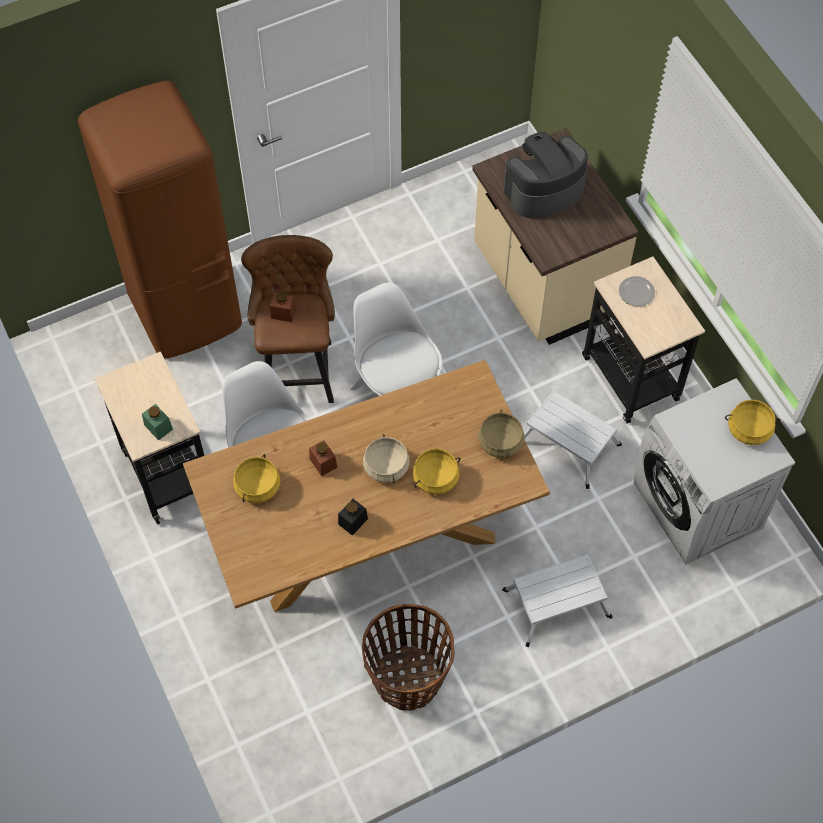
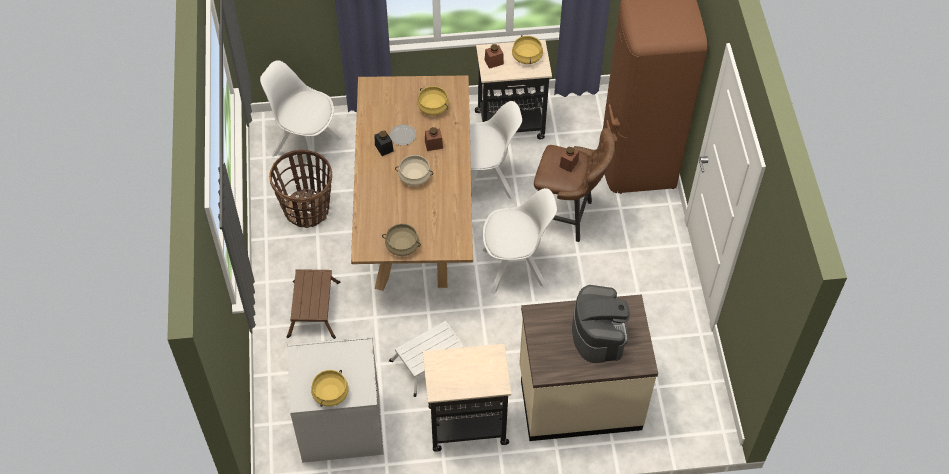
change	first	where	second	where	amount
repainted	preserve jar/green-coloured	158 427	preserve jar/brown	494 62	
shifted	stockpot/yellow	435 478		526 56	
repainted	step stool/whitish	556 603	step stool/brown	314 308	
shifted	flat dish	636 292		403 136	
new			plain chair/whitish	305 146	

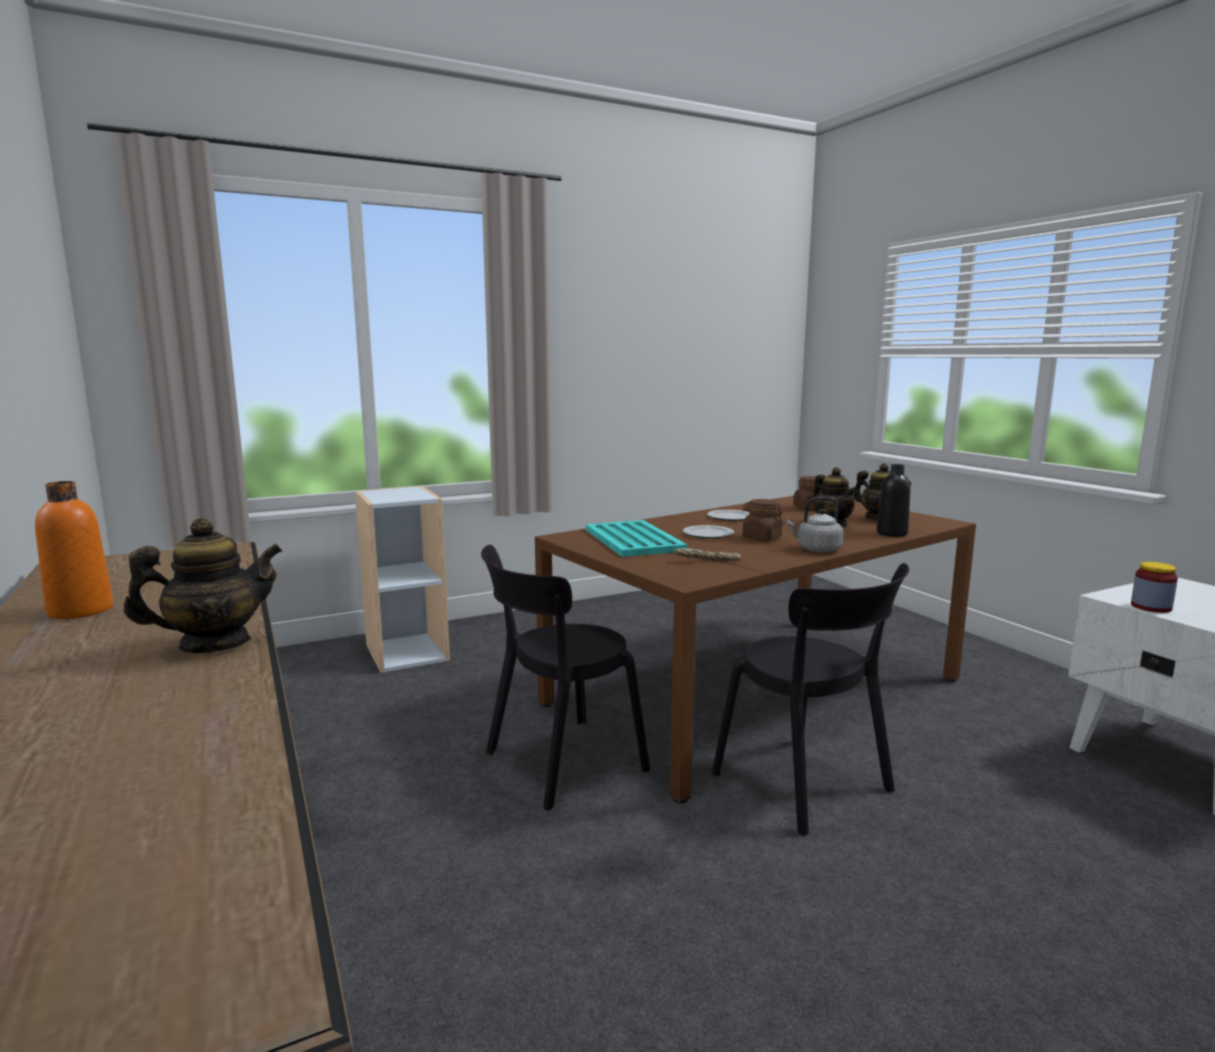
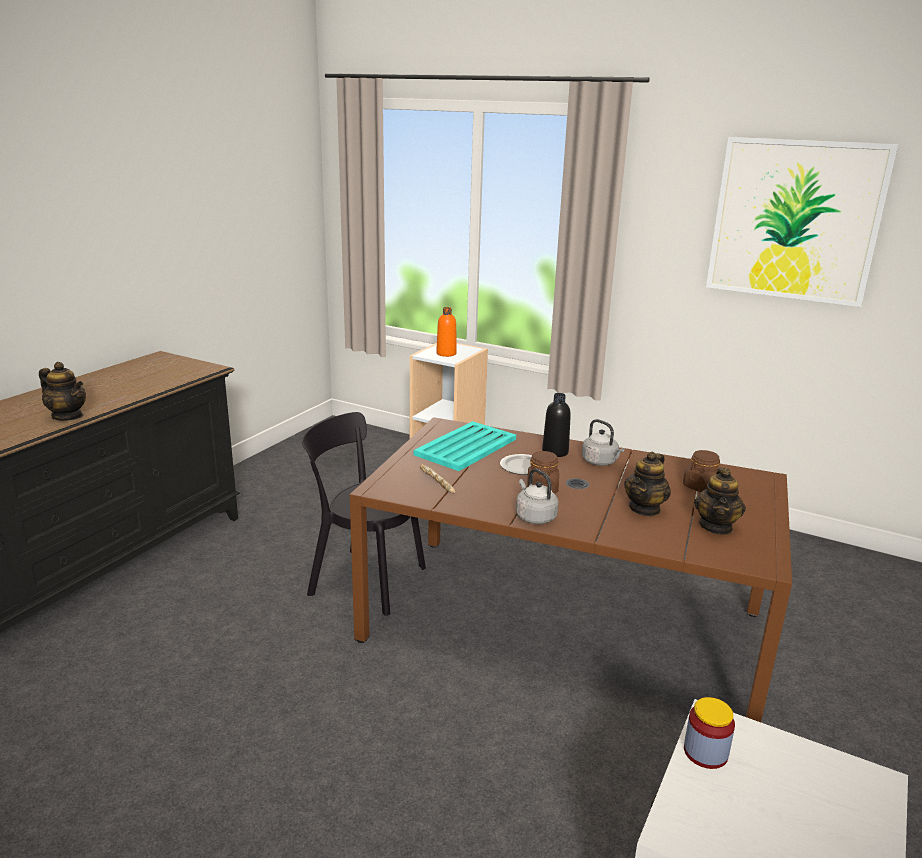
change	first	where	second	where	amount
shifted	bottle/orange	80 610		446 354	
swapped	flat dish	730 517	tea kettle/greyish	601 462	
gone	plain chair/black-coloured	807 786			
shifted	bottle/black-coloured	891 533		555 452	
new			picture	795 220	

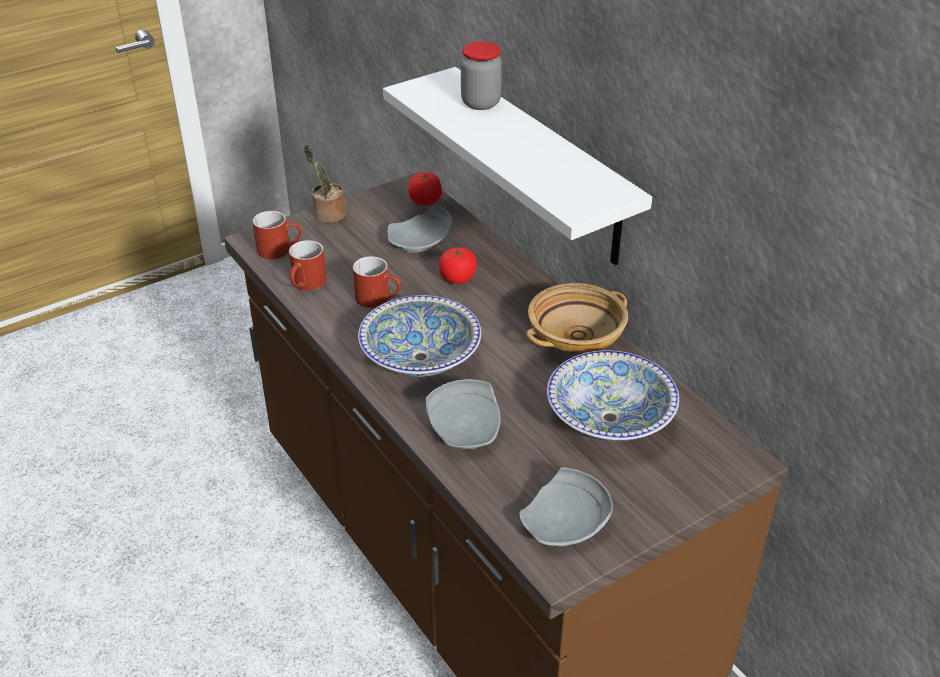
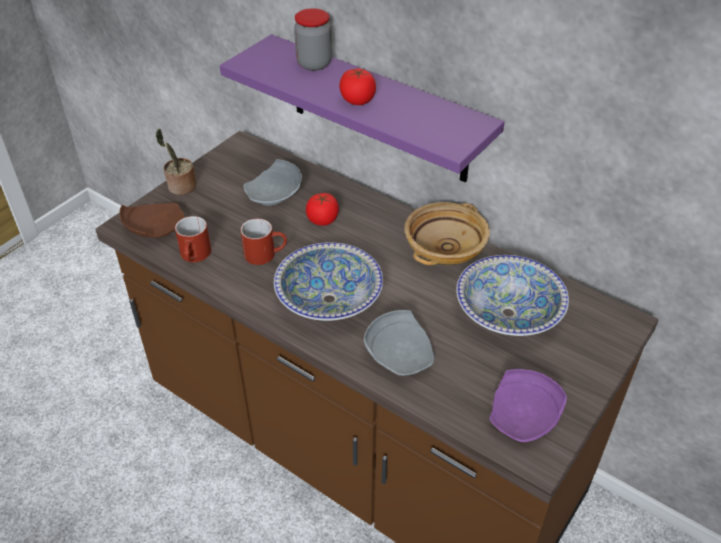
change	first	where	second	where	amount
swapped	coffee mug/red	280 249	flat dish/brown	154 228	
repainted	bracket shelf/whitish	542 167	bracket shelf/purplish	378 110	
shifted	whole tomato	425 201		357 100	
repainted	flat dish/greyish	565 524	flat dish/purplish	524 417	

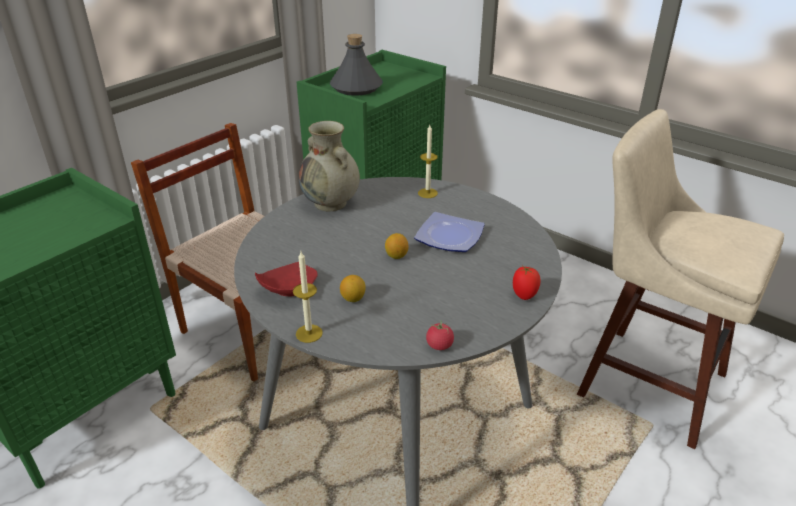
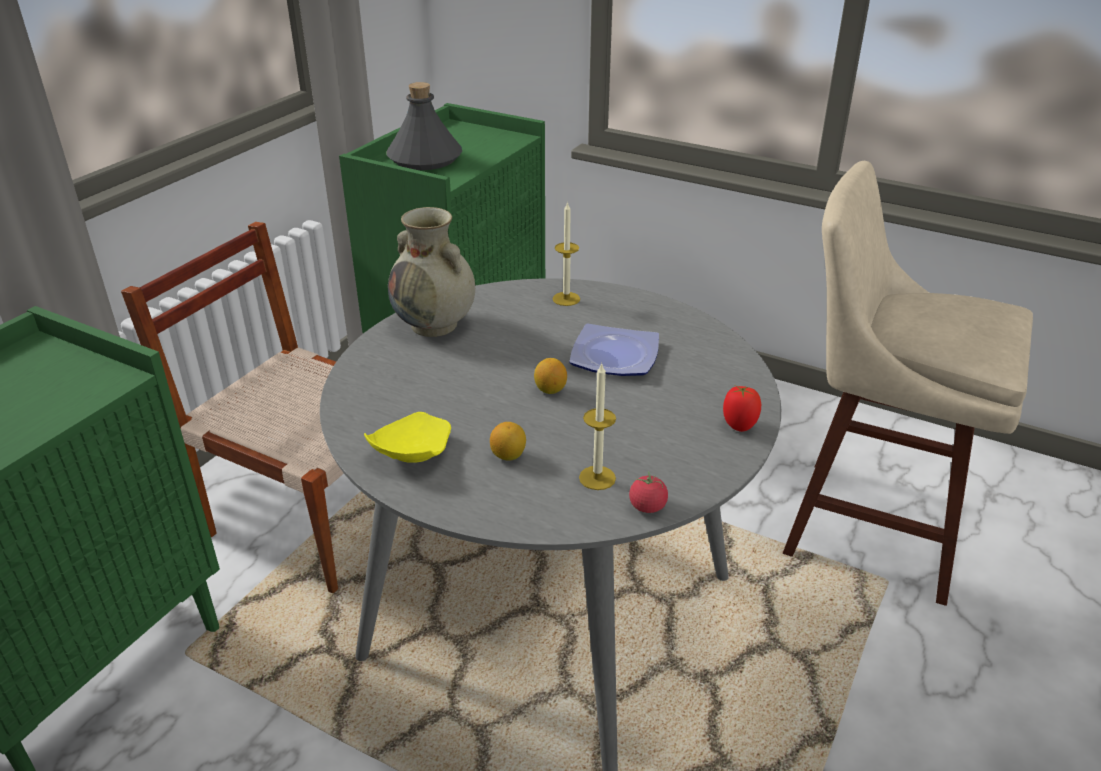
change	first	where	second	where	amount
repainted	flat dish/red	287 289	flat dish/yellow	410 452	
shifted	wax candle	309 333		597 478	

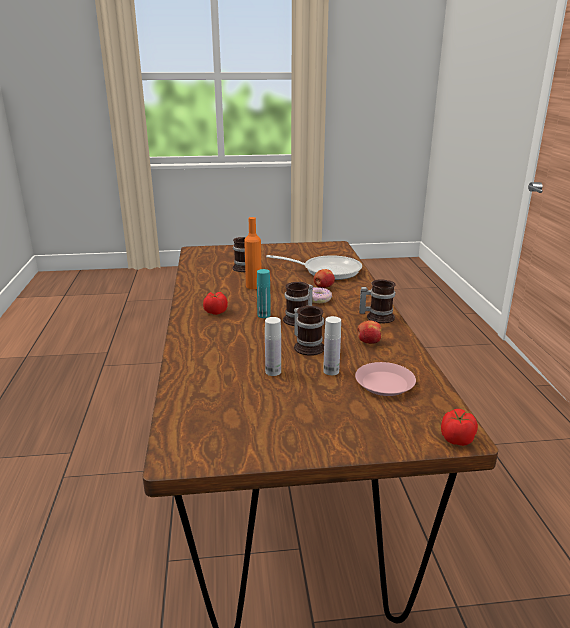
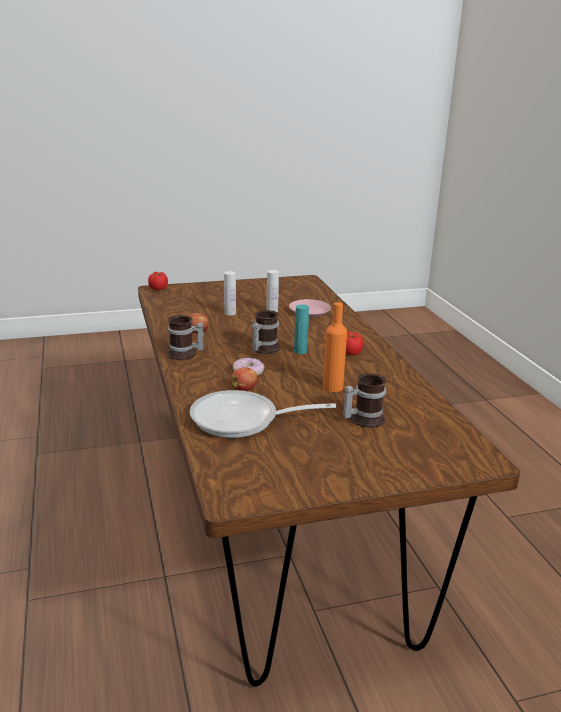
change	first	where	second	where	amount
gone	coffee mug	308 346			
shifted	flat dish/pink-coloured	384 383		309 311	

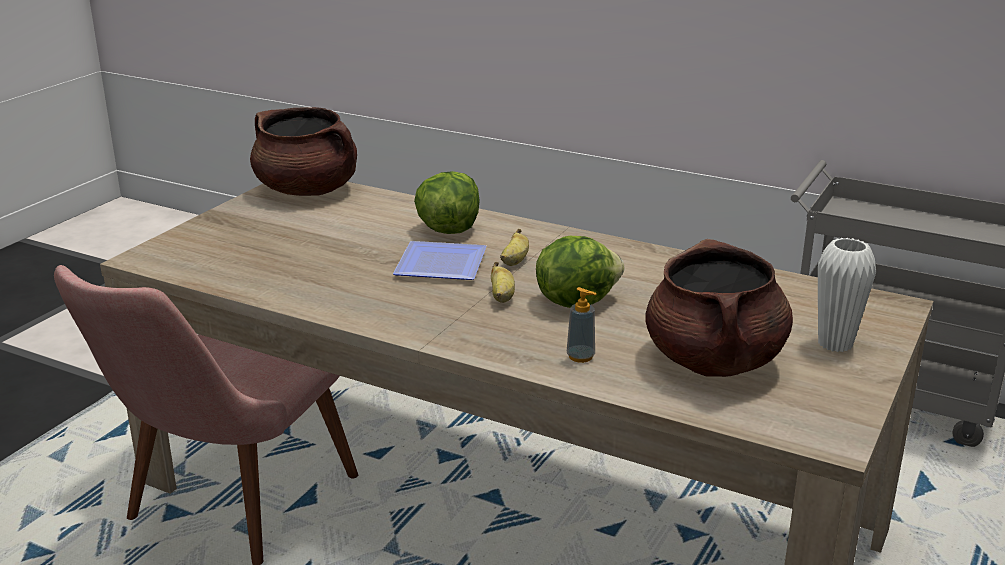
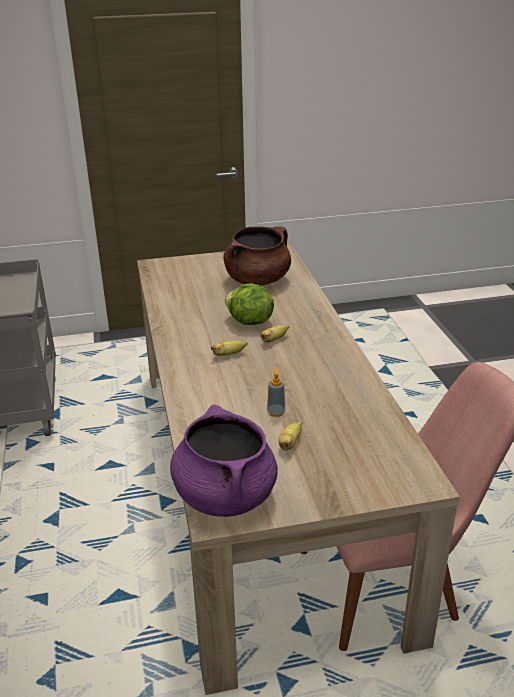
change	first	where	second	where	amount
repainted	stockpot/brown	307 190	stockpot/purplish	224 495	
gone	flat dish	443 266			
gone	lettuce	448 229			
shifted	liquid soap bottle	580 357		276 412	
gone	decorative vase/whitish	835 344			
new			whole banana	290 443	

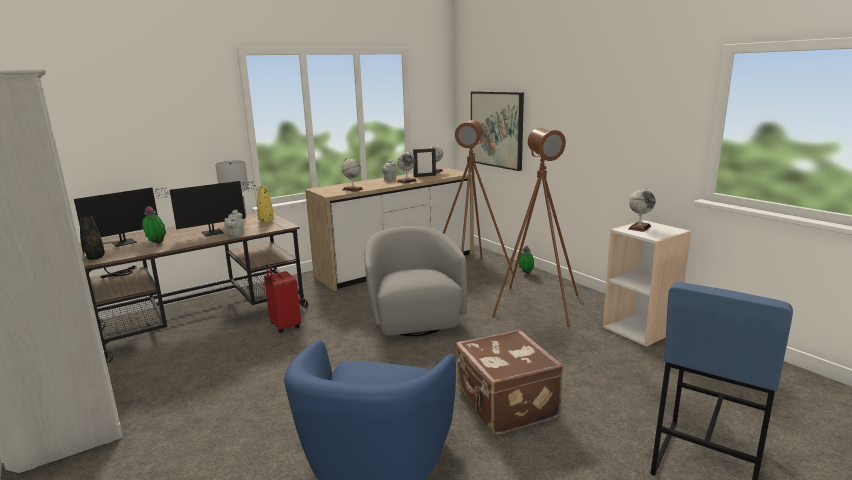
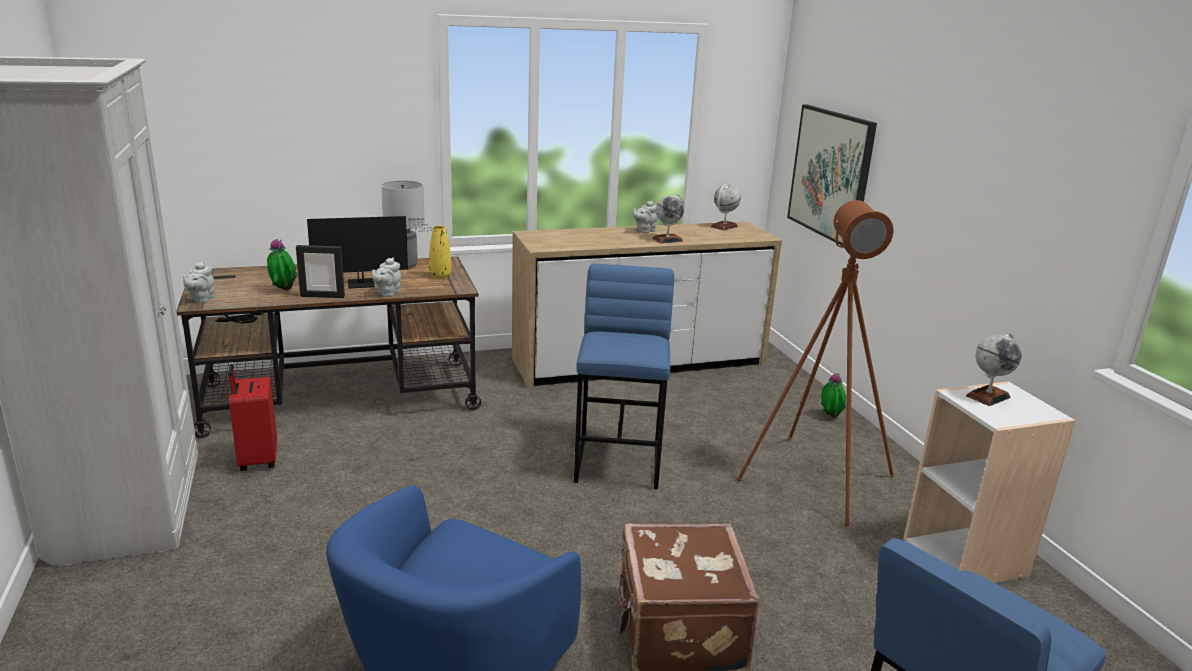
change	first	where	second	where	amount
gone	computer screen	128 242			
swapped	decorative vase/black-coloured	95 257	pot for tea/greyish	201 299	
shifted	travel case/red	284 326		257 460	
gone	globe	352 189			
swapped	lounge chair/greyish	414 319	stool/blue	618 460	
shifted	photo frame	424 176		322 296	
gone	floor lamp/brown	471 273			

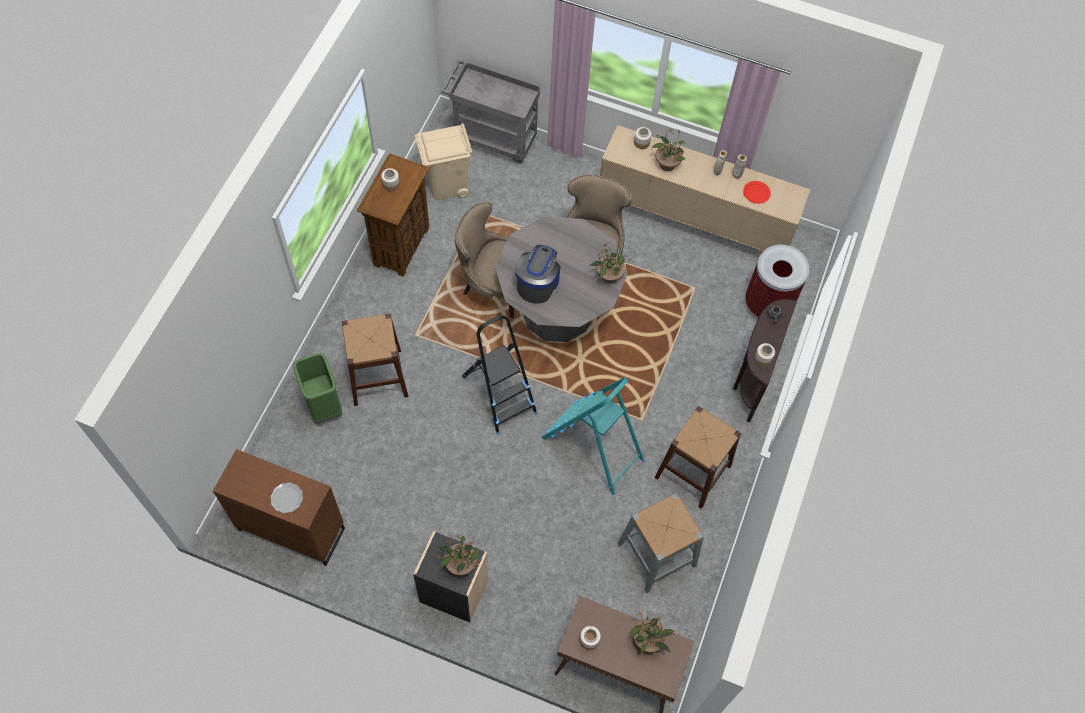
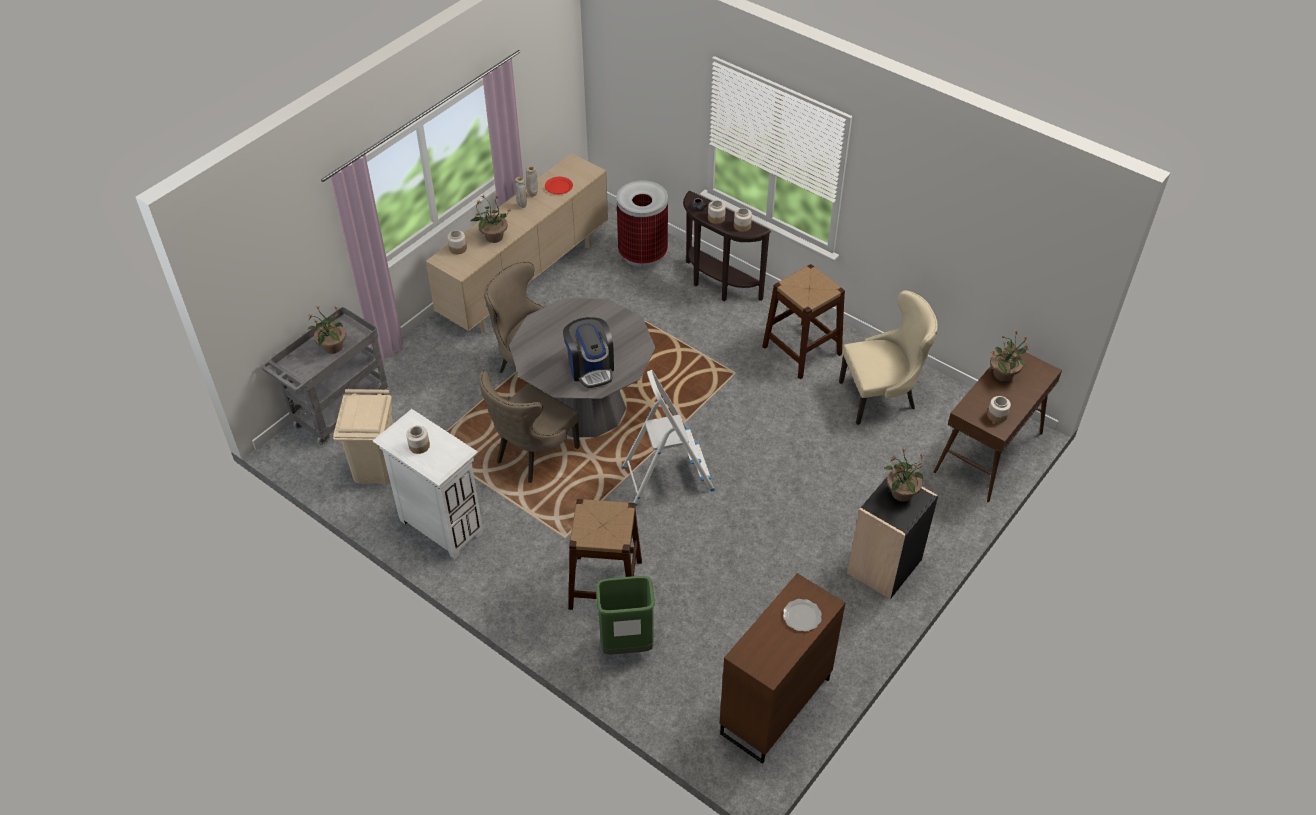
change	first	where	second	where	amount
repainted	storage cabinet/brown	401 246	storage cabinet/whitish	439 527	
repainted	step stool/black-coloured	499 395	step stool/whitish	668 478	
rotated	coffee machine	537 283		590 367	150 degrees counterclockwise
gone	step stool/turquoise	592 448			
shifted	houseplant	608 276		332 347	
swapped	stool/greyish	656 554	plain chair/beige-coloured	881 397	
new			preserve jar	716 218	

